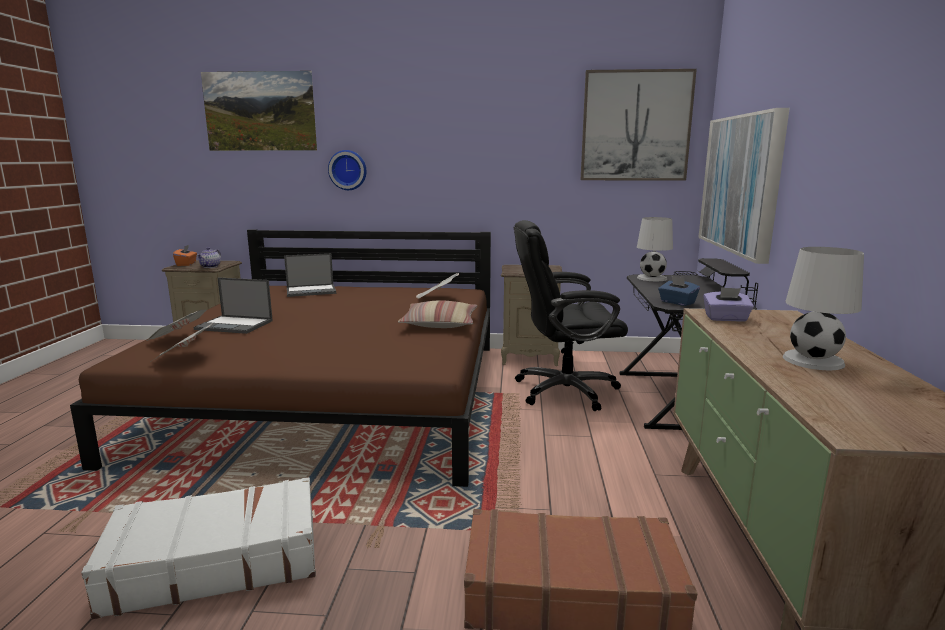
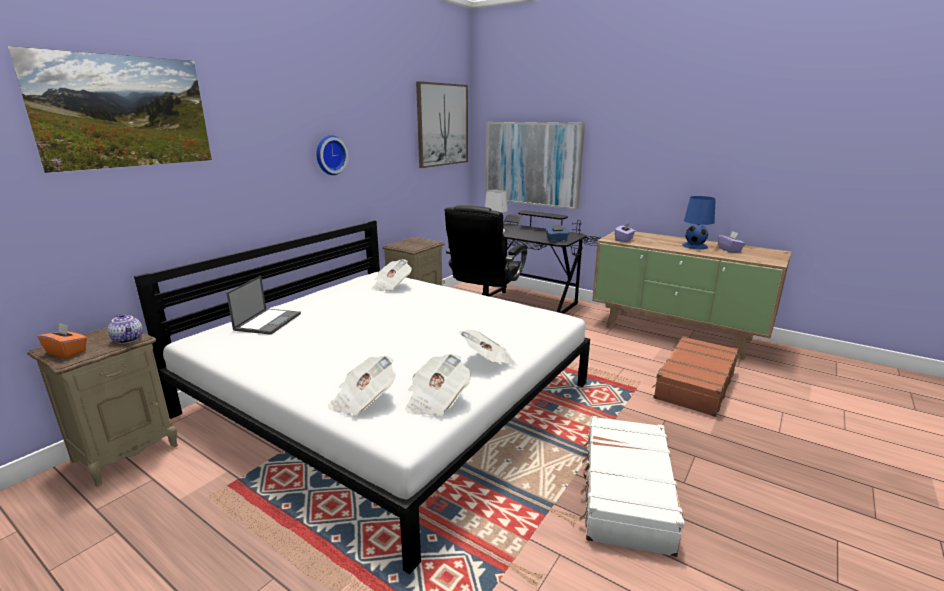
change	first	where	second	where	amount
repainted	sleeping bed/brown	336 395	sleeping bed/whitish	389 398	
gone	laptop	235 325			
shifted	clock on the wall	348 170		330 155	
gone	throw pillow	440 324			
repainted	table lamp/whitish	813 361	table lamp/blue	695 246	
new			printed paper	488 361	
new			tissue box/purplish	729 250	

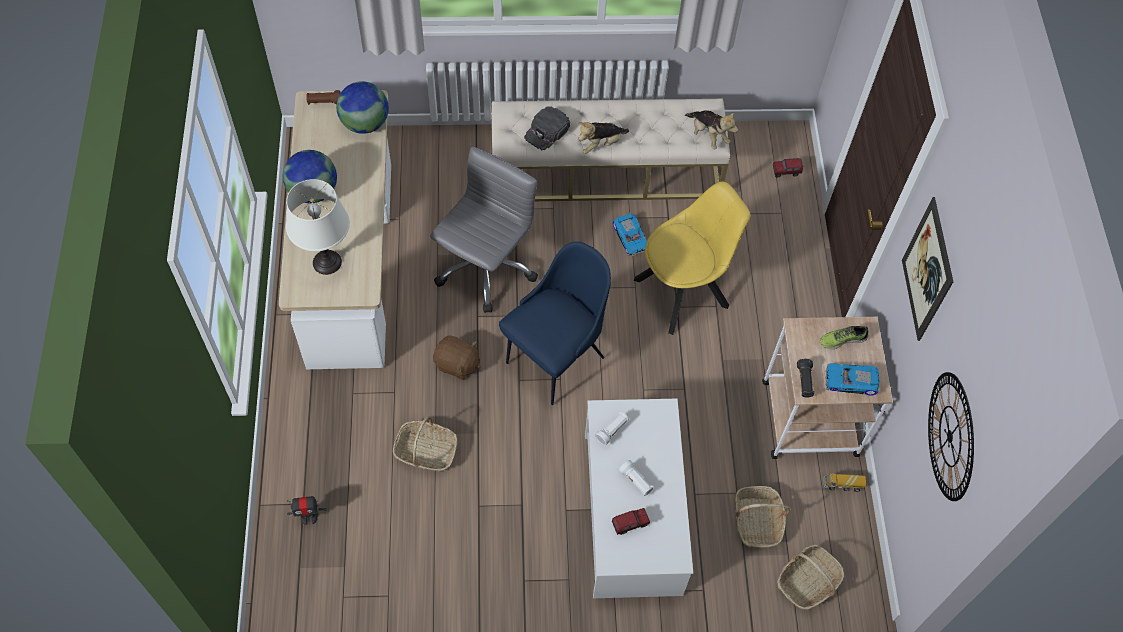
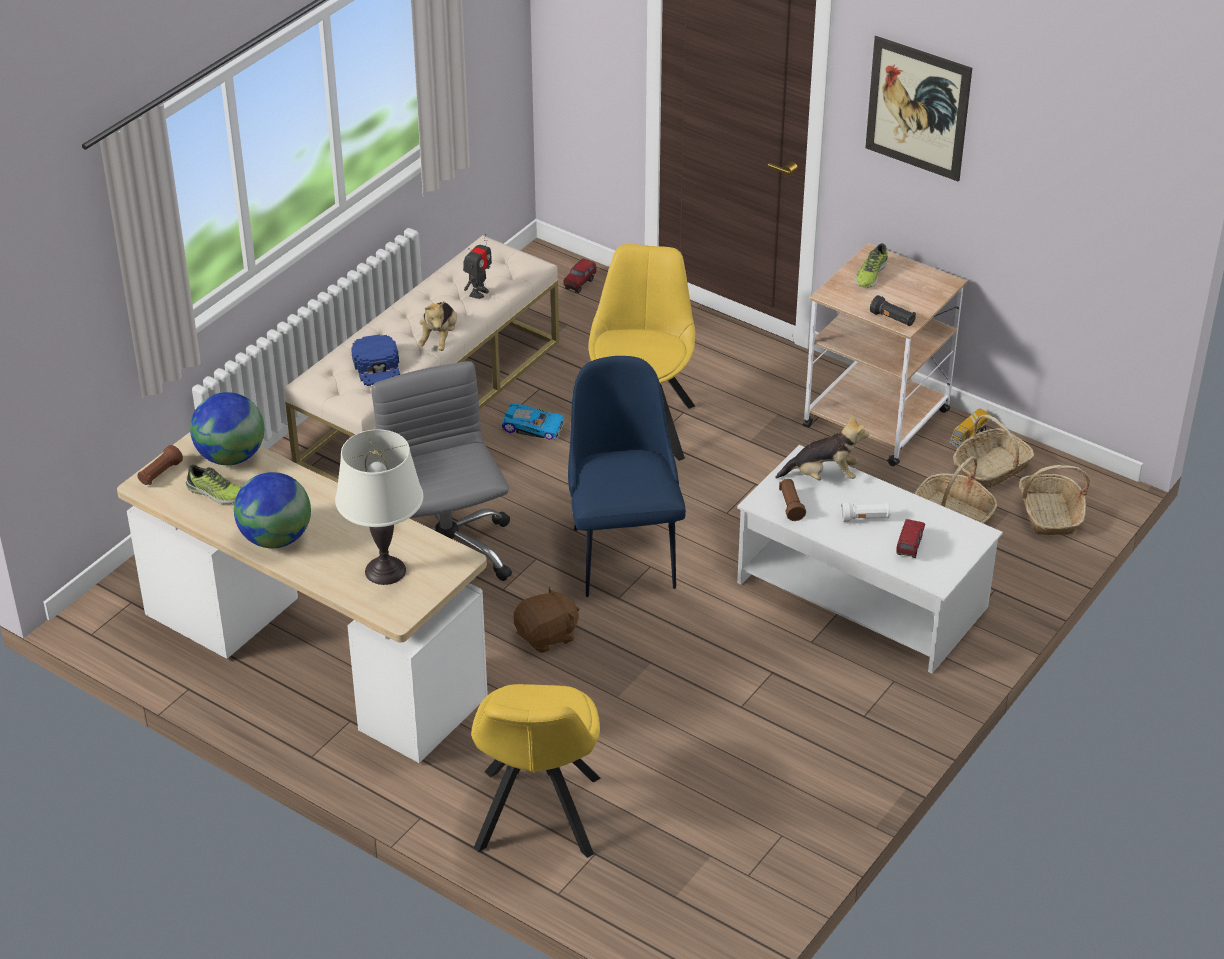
change	first	where	second	where	amount
shifted	toy robot	309 517		478 292	
shifted	storage basket	426 451		991 469	
repainted	baseball cap/black-coloured	546 131	baseball cap/blue	377 366	
repainted	hand torch/whitish	612 430	hand torch/brown	791 506	
shifted	cuddly toy	708 135		823 476	
gone	miniature car	851 382			
gone	clock on the wall	950 436			
new			low shoe	216 493	
new			plain chair/yellow	537 816	

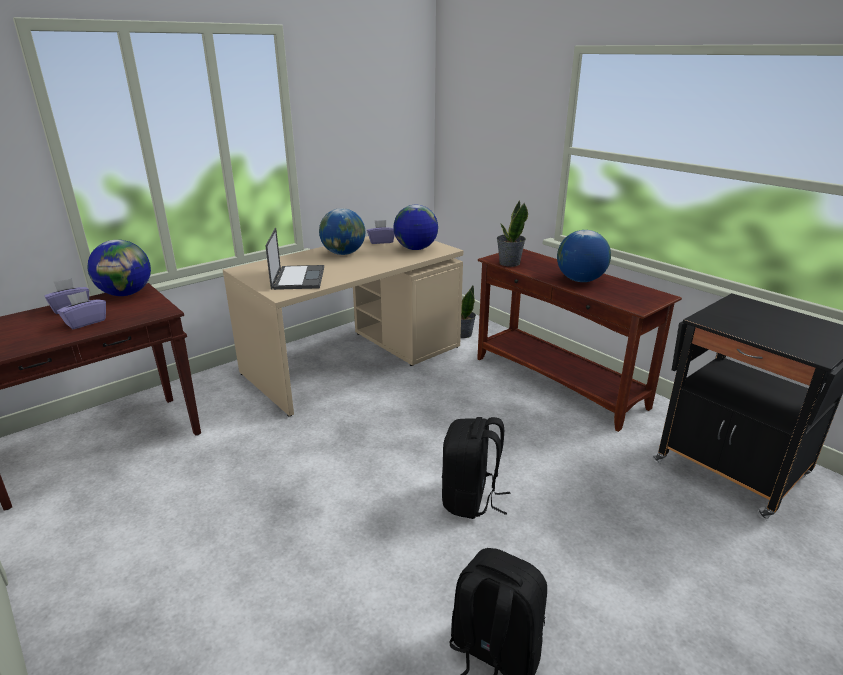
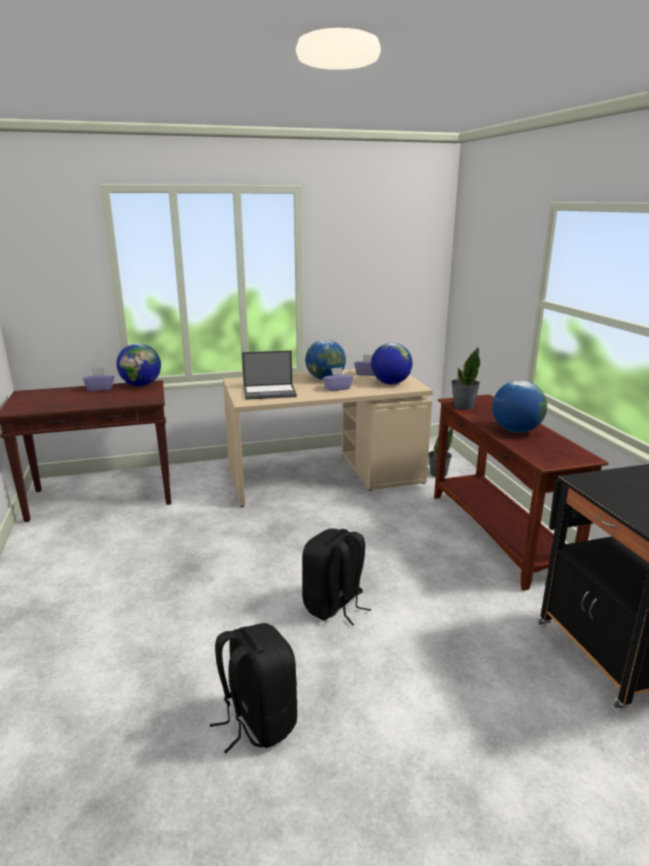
change	first	where	second	where	amount
shifted	tissue box/purplish	85 322		337 388	
rotated	laptop	298 277		270 392	60 degrees clockwise

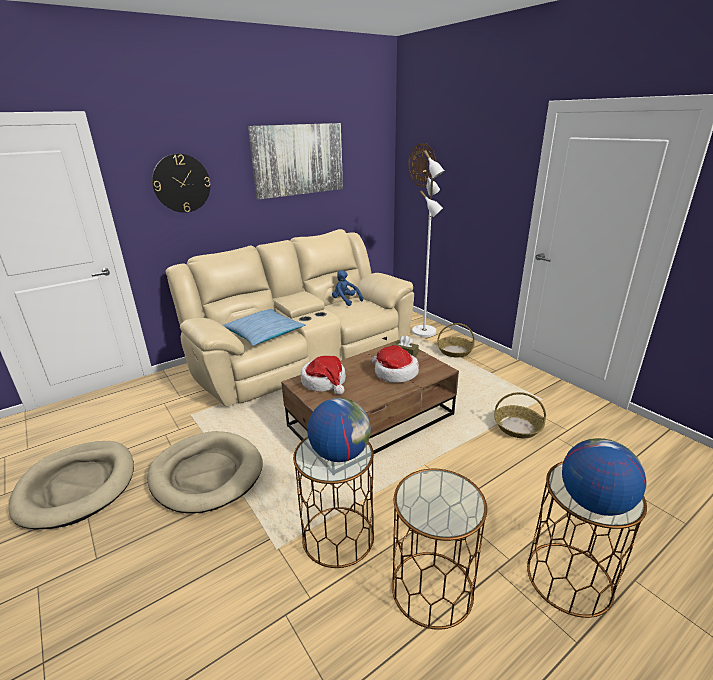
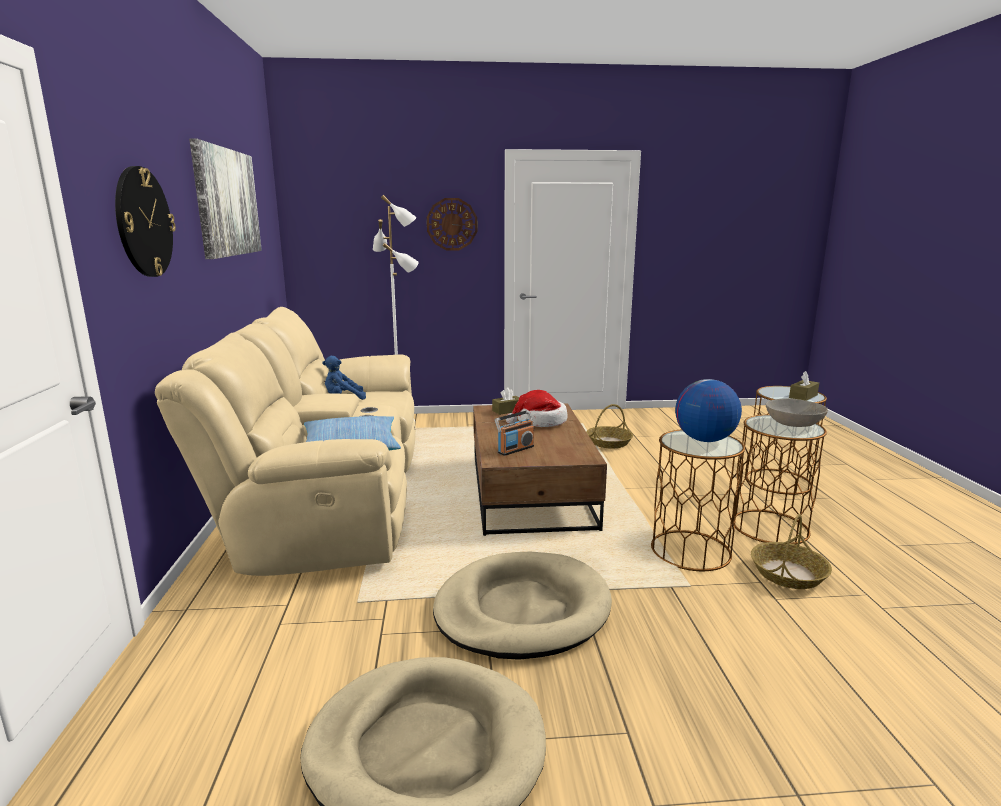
change	first	where	second	where	amount
swapped	hat	324 382	radio receiver	515 449	
shifted	clock on the wall	422 165		452 224	
shifted	storage basket	454 351		788 574	
swapped	globe	594 502	tissue box/brown	803 396	
new			bowl/greyish	793 423	

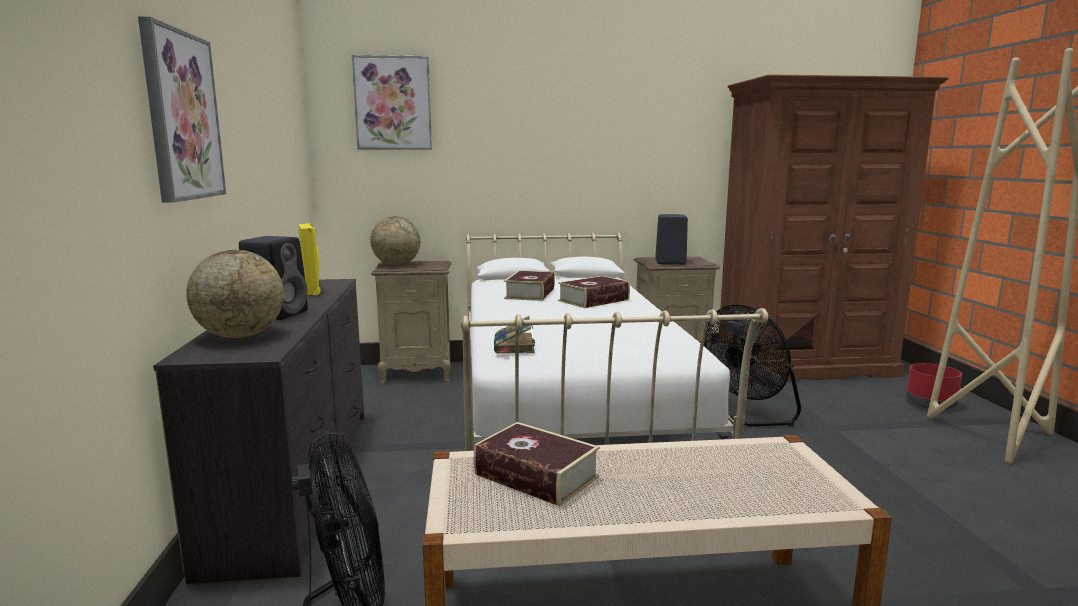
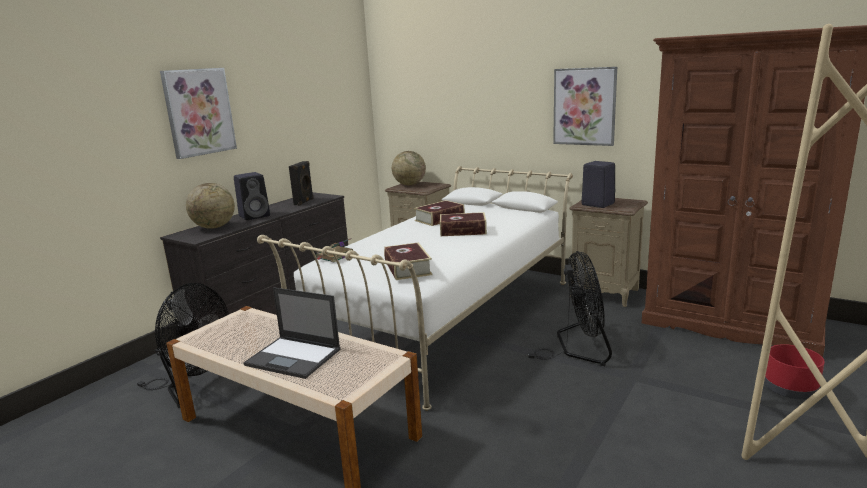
change	first	where	second	where	amount
repainted	speaker/yellow	312 290	speaker/black-coloured	304 202	
shifted	picture	393 103		584 106	
shifted	book	536 476		407 268	
new			laptop	294 357	

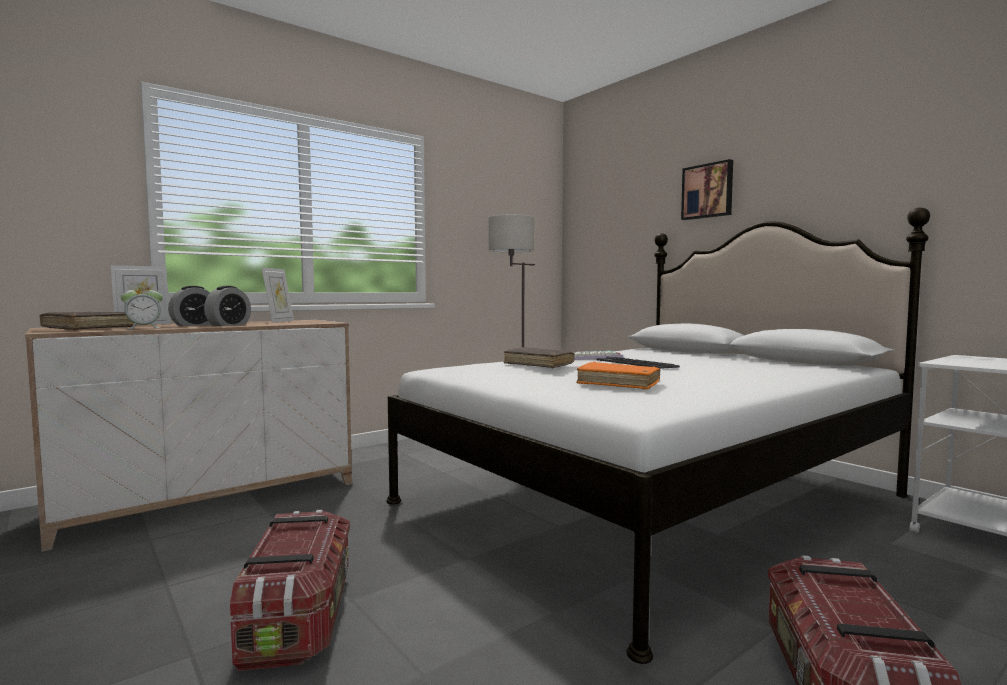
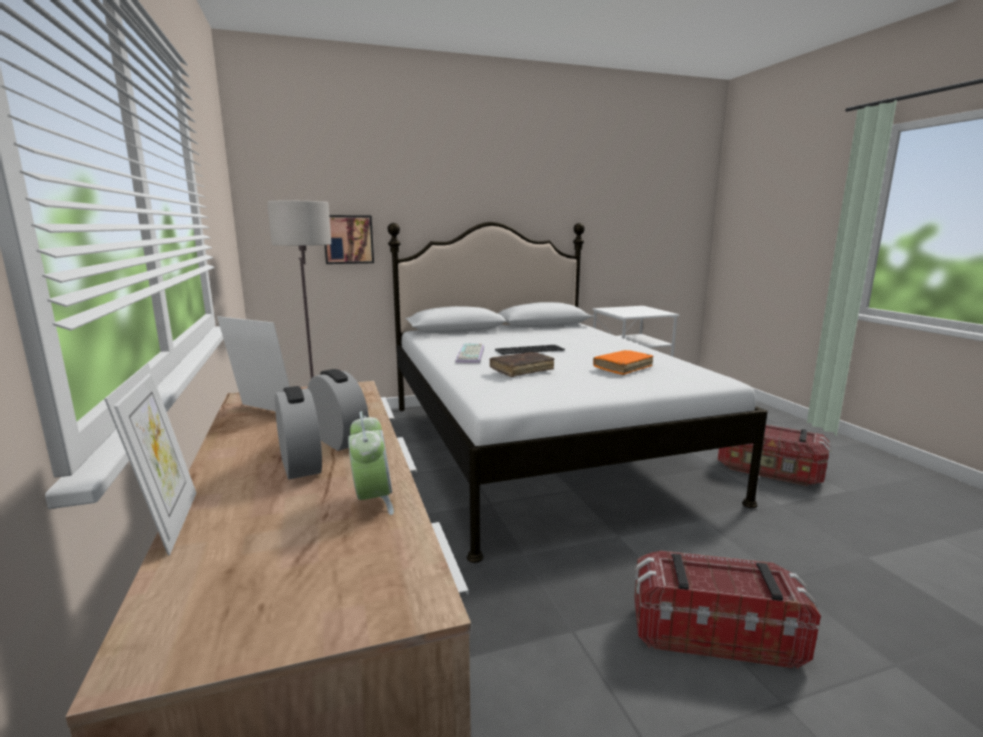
change	first	where	second	where	amount
gone	book/brown	90 328			
shifted	picture	708 191		348 239	

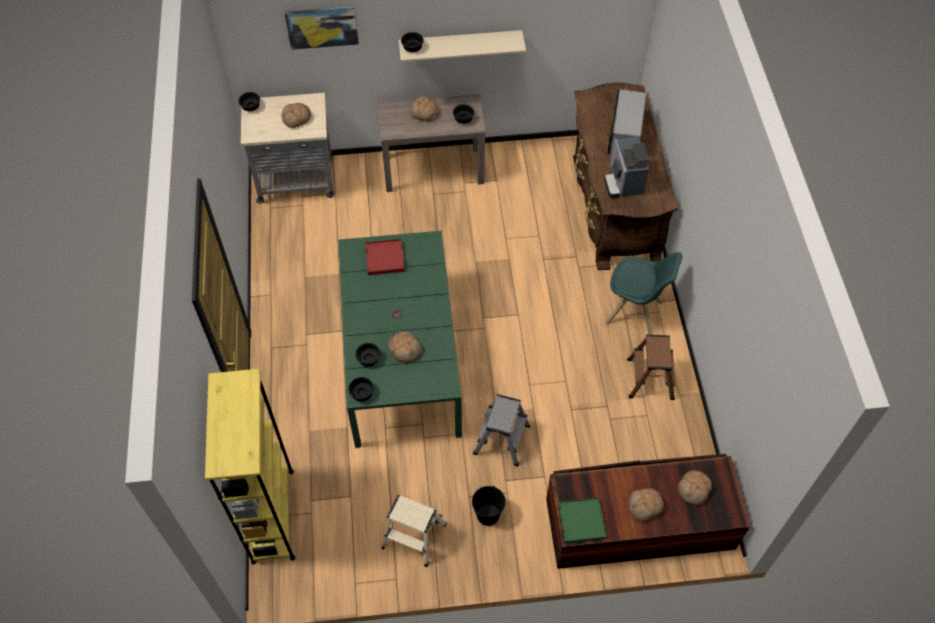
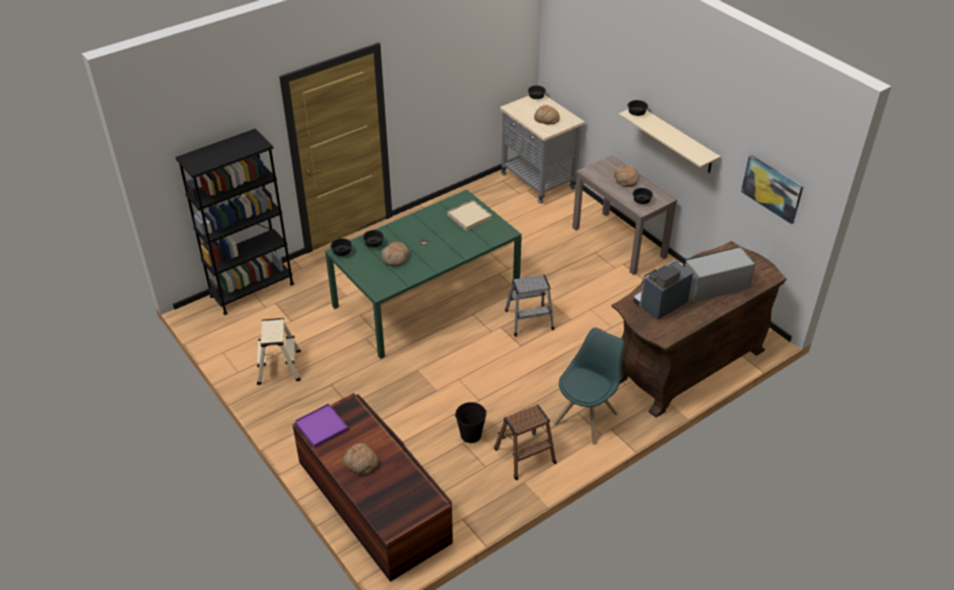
change	first	where	second	where	amount
repainted	shelving unit/yellow	273 515	shelving unit/black-coloured	252 290	
shifted	picture	322 27		772 188	
repainted	carrying tray/red	384 258	carrying tray/beige-coloured	469 217	
shifted	pail/black-coloured	487 515		470 434	
shifted	step stool/greyish	501 440		529 319	
repainted	carrying tray/green-coloured	581 521	carrying tray/purplish	321 427	
rotated	plain chair/turquoise	634 312		586 418	135 degrees counterclockwise
gone	bakery bread	693 489			

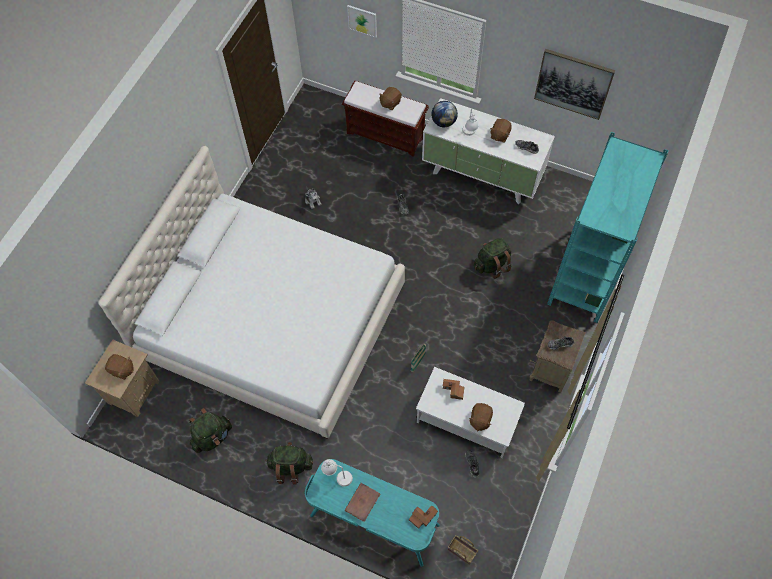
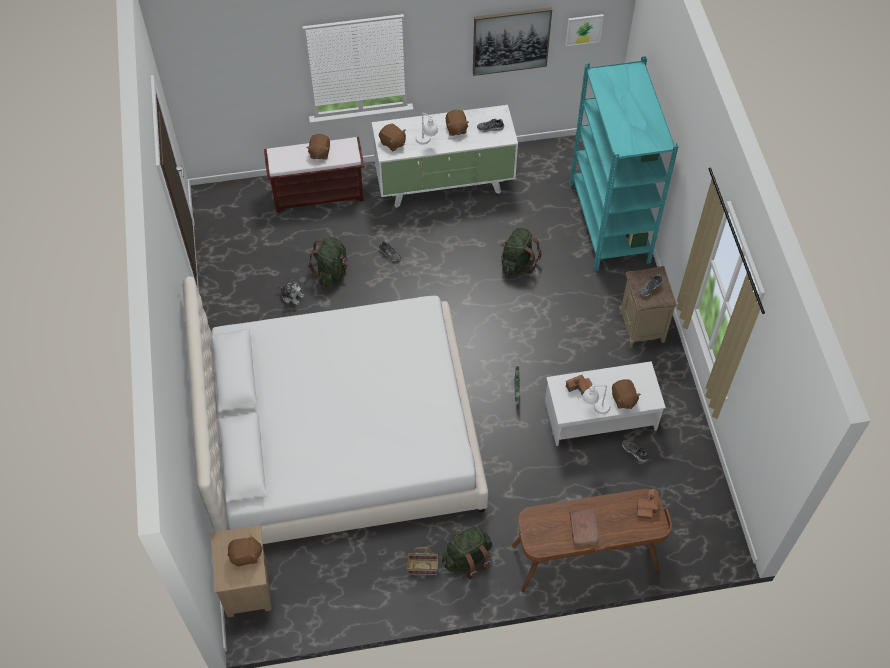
change	first	where	second	where	amount
shifted	knapsack/green-coloured	212 436		332 272	
repainted	desk unit/turquoise	374 521	desk unit/brown	585 558	
shifted	table lamp/whitish	337 476		595 408	
shifted	picture	362 20		584 29	
swapped	globe	443 122	cuddly toy/brown	392 143	
shifted	storage basket	462 551		423 567	

